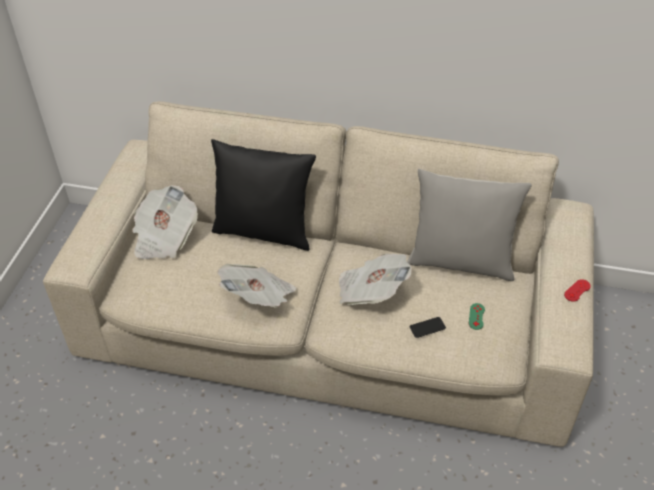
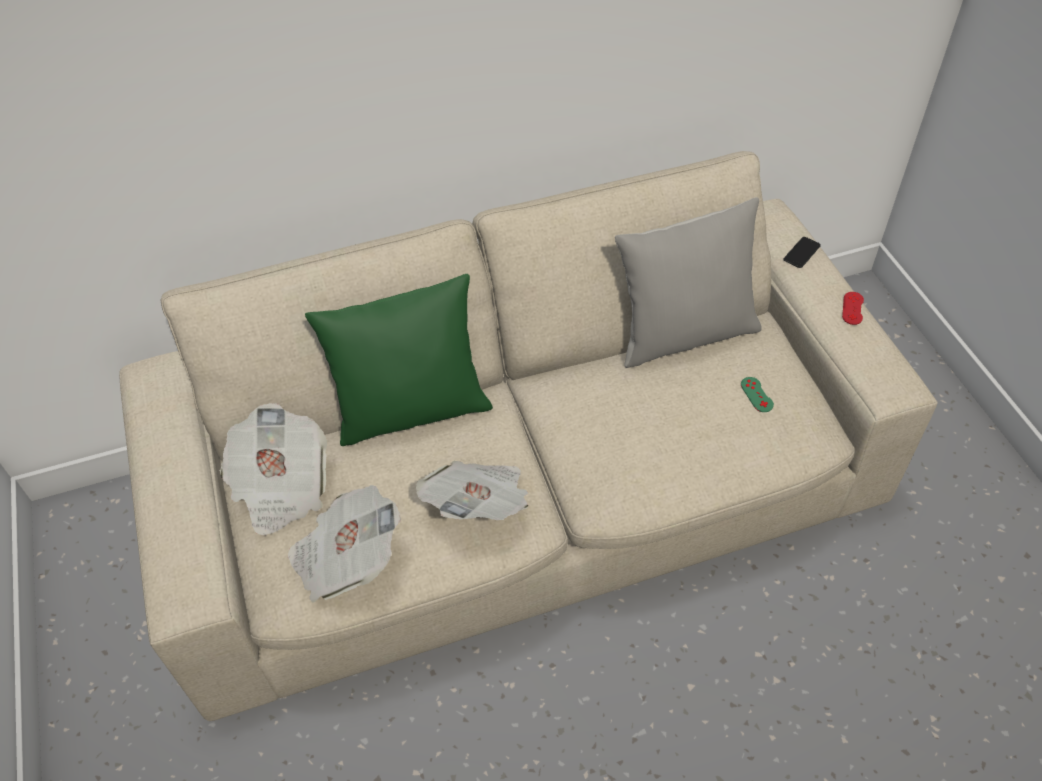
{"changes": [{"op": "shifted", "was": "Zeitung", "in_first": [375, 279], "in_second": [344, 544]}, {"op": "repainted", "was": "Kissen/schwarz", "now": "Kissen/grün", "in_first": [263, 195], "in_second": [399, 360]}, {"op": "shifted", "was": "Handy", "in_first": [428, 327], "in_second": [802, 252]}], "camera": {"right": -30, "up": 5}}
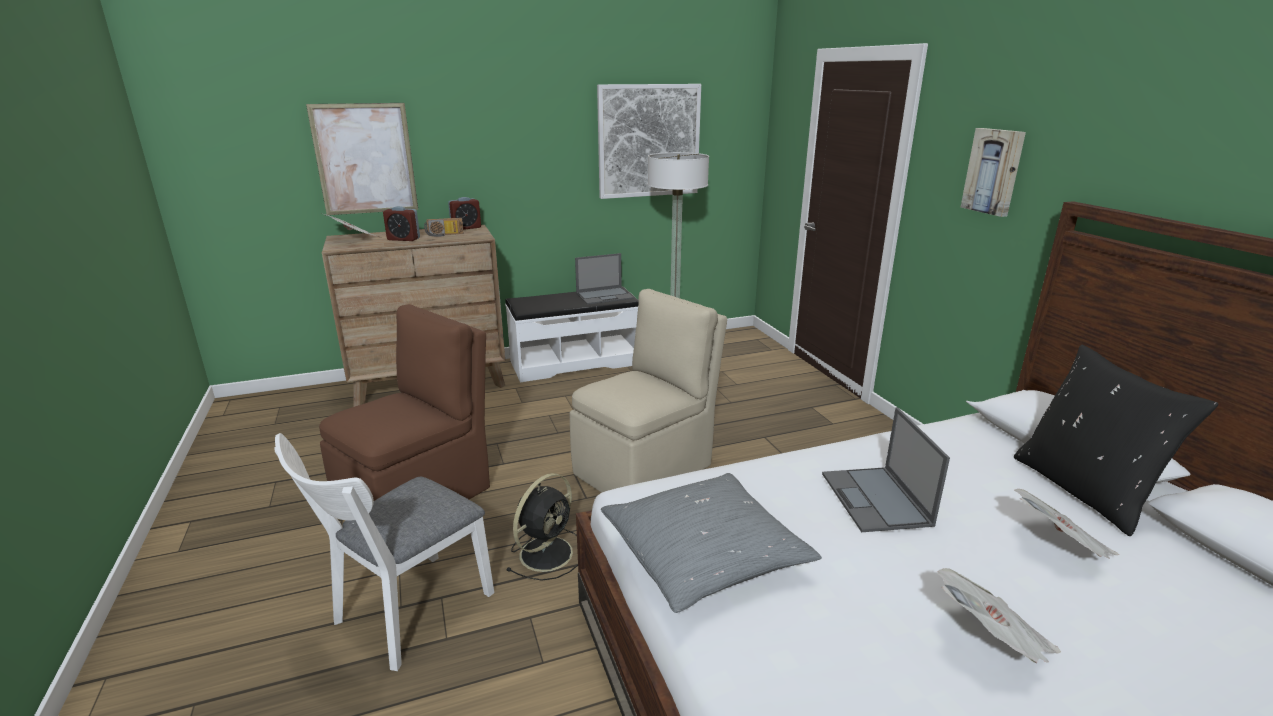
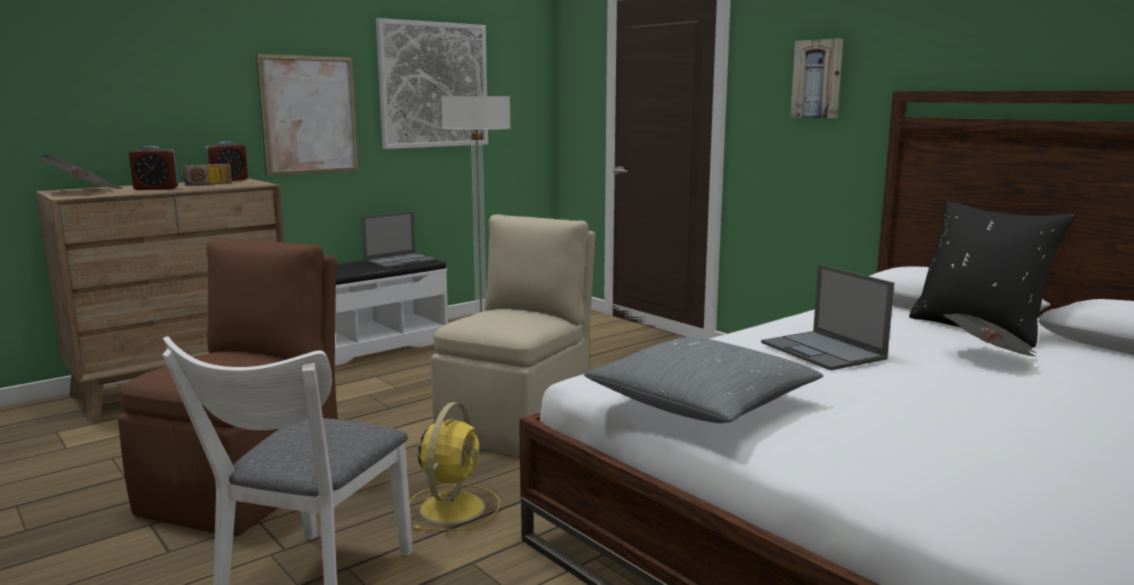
{"changes": [{"op": "shifted", "was": "Bild", "in_first": [362, 159], "in_second": [307, 115]}, {"op": "repainted", "was": "Ventilator/schwarz", "now": "Ventilator/gelb", "in_first": [542, 527], "in_second": [454, 466]}, {"op": "gone", "was": "Zeitung", "in_first": [999, 615]}], "camera": {"right": -20, "up": -10}}
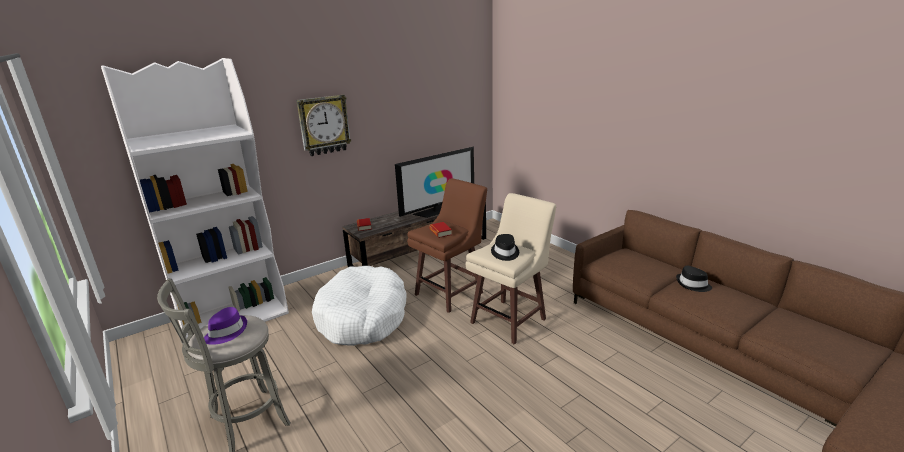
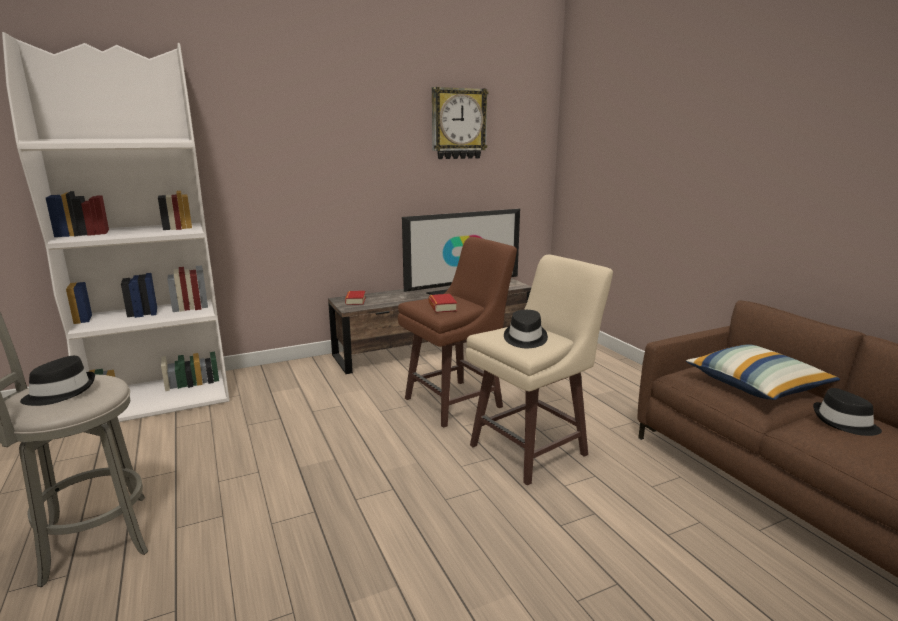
{"changes": [{"op": "repainted", "was": "Hut/lila", "now": "Hut/schwarz", "in_first": [225, 326], "in_second": [57, 381]}, {"op": "shifted", "was": "Wanduhr", "in_first": [323, 125], "in_second": [460, 123]}, {"op": "new", "now": "Kissen", "in_second": [763, 372]}, {"op": "gone", "was": "Hundebett/weiß", "in_first": [359, 306]}], "camera": {"right": 10, "up": -5}}
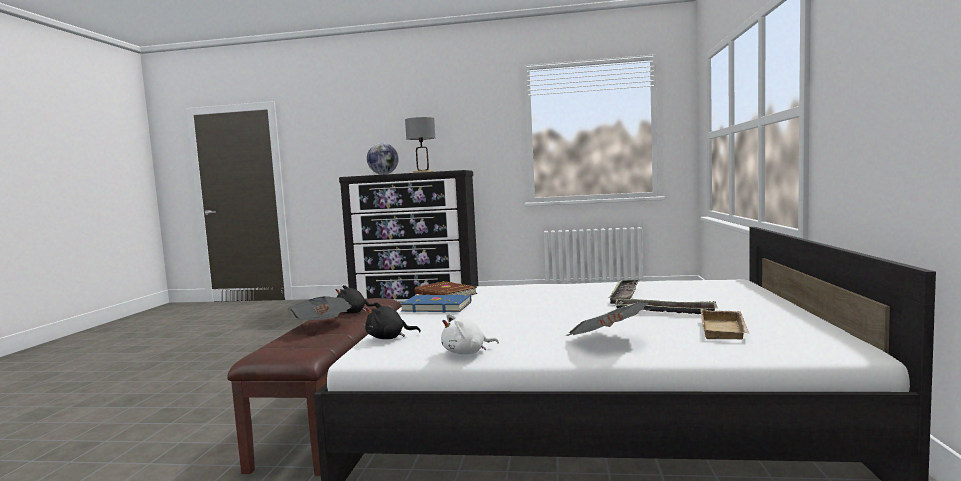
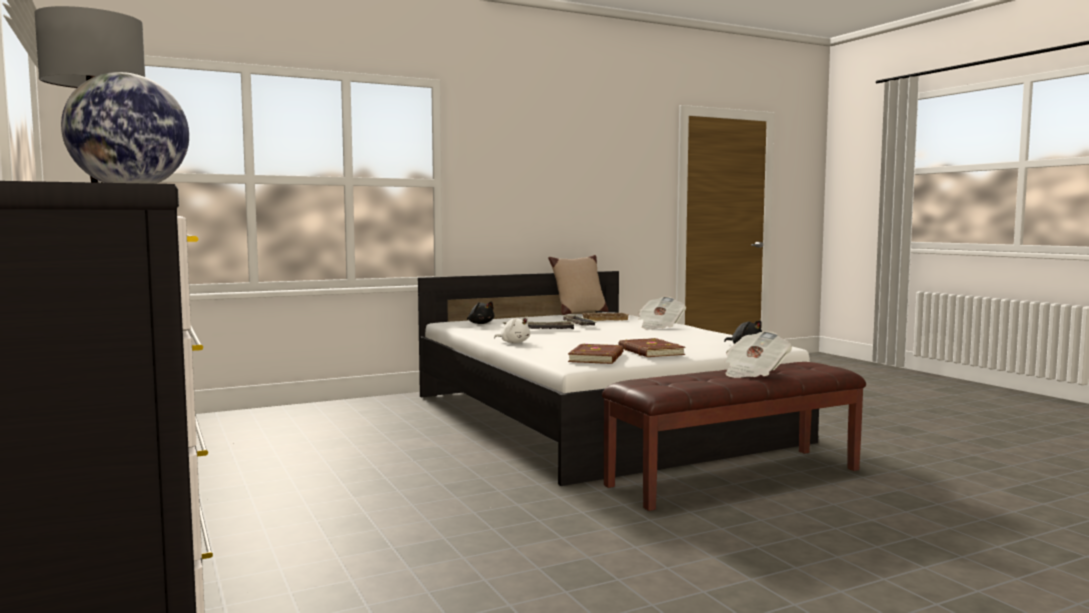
{"changes": [{"op": "shifted", "was": "Plüschtier/schwarz", "in_first": [355, 299], "in_second": [481, 313]}, {"op": "shifted", "was": "Plüschtier/weiß", "in_first": [470, 334], "in_second": [512, 330]}, {"op": "new", "now": "Kissen/beige", "in_second": [578, 285]}, {"op": "repainted", "was": "Buch/blau", "now": "Buch/braun", "in_first": [436, 303], "in_second": [651, 347]}], "camera": {"right": -125, "up": 0}}
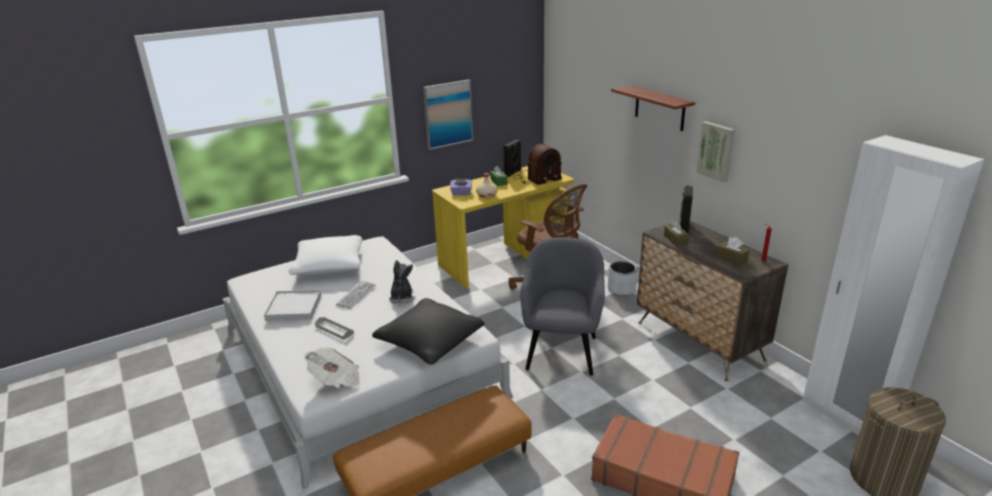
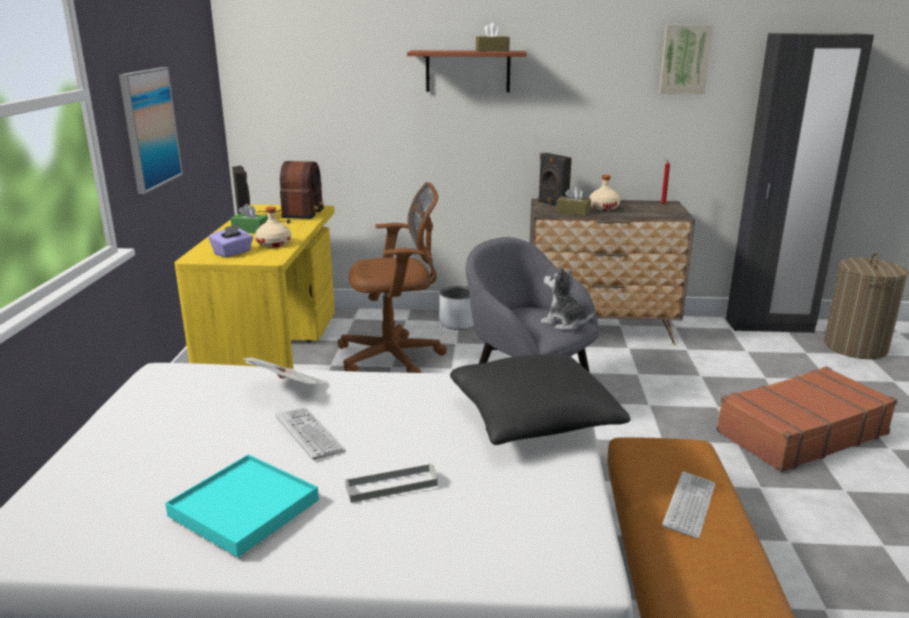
{"changes": [{"op": "repainted", "was": "Tablett/weiß", "now": "Tablett/türkis", "in_first": [292, 305], "in_second": [242, 505]}, {"op": "shifted", "was": "Zeitung", "in_first": [332, 368], "in_second": [284, 371]}, {"op": "shifted", "was": "Taschentuchbox/braun", "in_first": [733, 251], "in_second": [493, 37]}, {"op": "shifted", "was": "Plüschtier", "in_first": [402, 282], "in_second": [568, 298]}, {"op": "new", "now": "Flasche/beige", "in_second": [604, 193]}, {"op": "shifted", "was": "Bild", "in_first": [715, 152], "in_second": [686, 59]}, {"op": "new", "now": "Tastatur", "in_second": [689, 505]}, {"op": "repainted", "was": "Kleiderschrank/weiß", "now": "Kleiderschrank/schwarz", "in_first": [893, 285], "in_second": [800, 183]}, {"op": "gone", "was": "Kissen/weiß", "in_first": [325, 255]}], "camera": {"right": -55, "up": -5}}
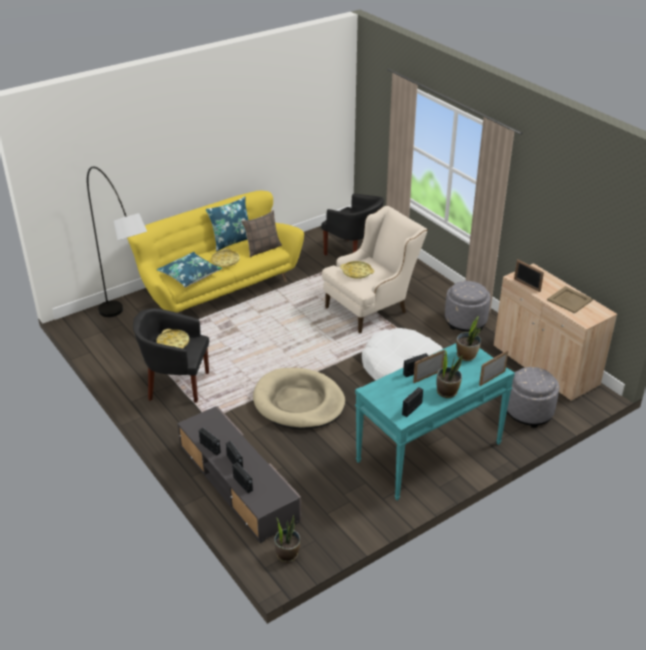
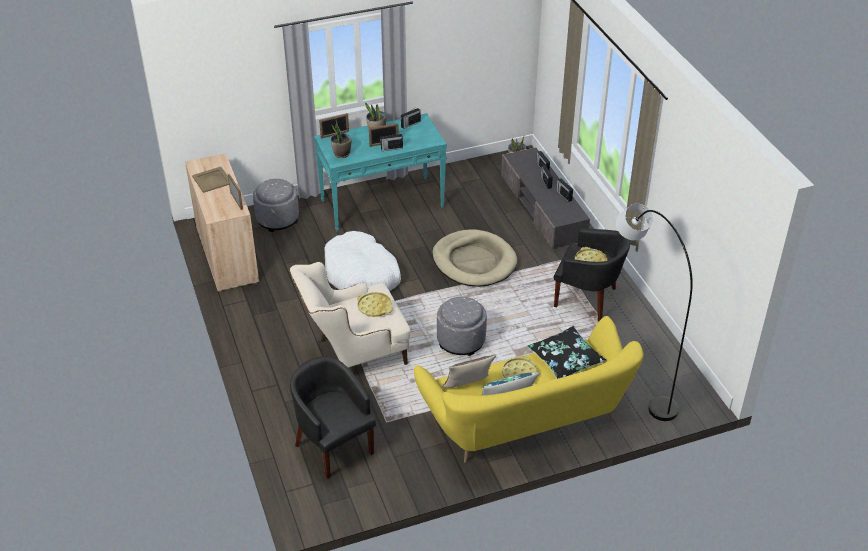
{"changes": [{"op": "shifted", "was": "Polsterhocker/grau", "in_first": [468, 306], "in_second": [462, 326]}, {"op": "repainted", "was": "Kissen/blau", "now": "Kissen/schwarz", "in_first": [190, 269], "in_second": [567, 352]}], "camera": {"right": -165, "up": 5}}
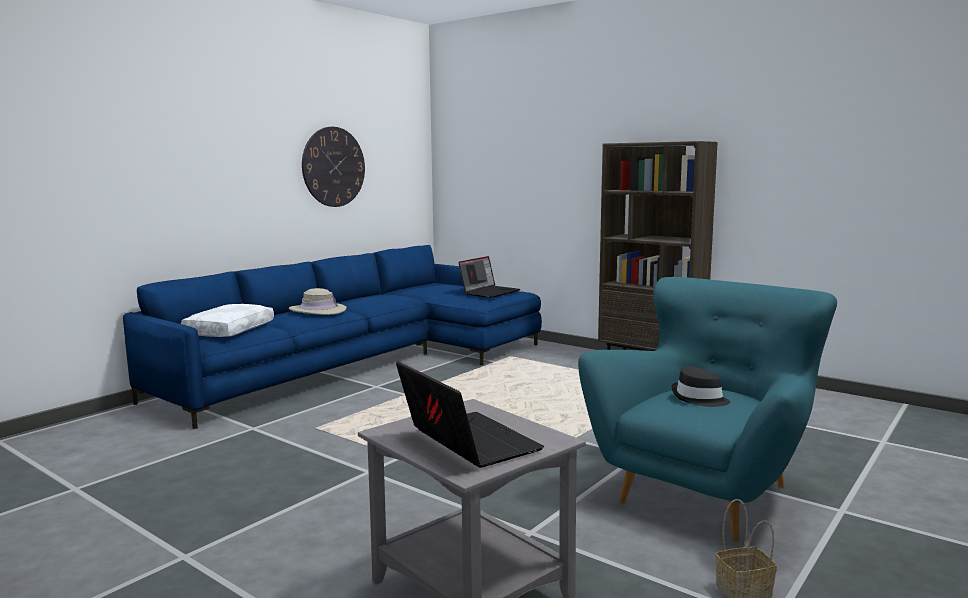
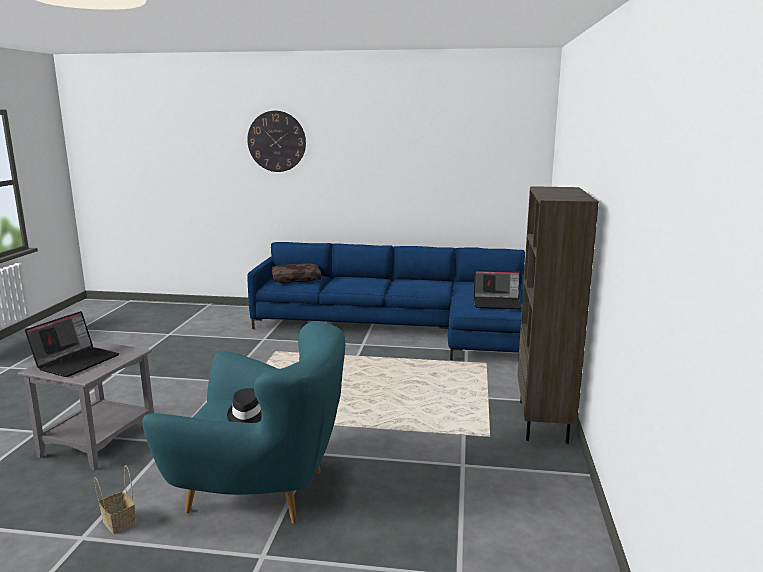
{"changes": [{"op": "shifted", "was": "Wanduhr", "in_first": [333, 167], "in_second": [276, 141]}, {"op": "repainted", "was": "Kissen/weiß", "now": "Kissen/braun", "in_first": [227, 320], "in_second": [297, 273]}, {"op": "gone", "was": "Hut/beige", "in_first": [318, 301]}], "camera": {"right": 60, "up": 5}}
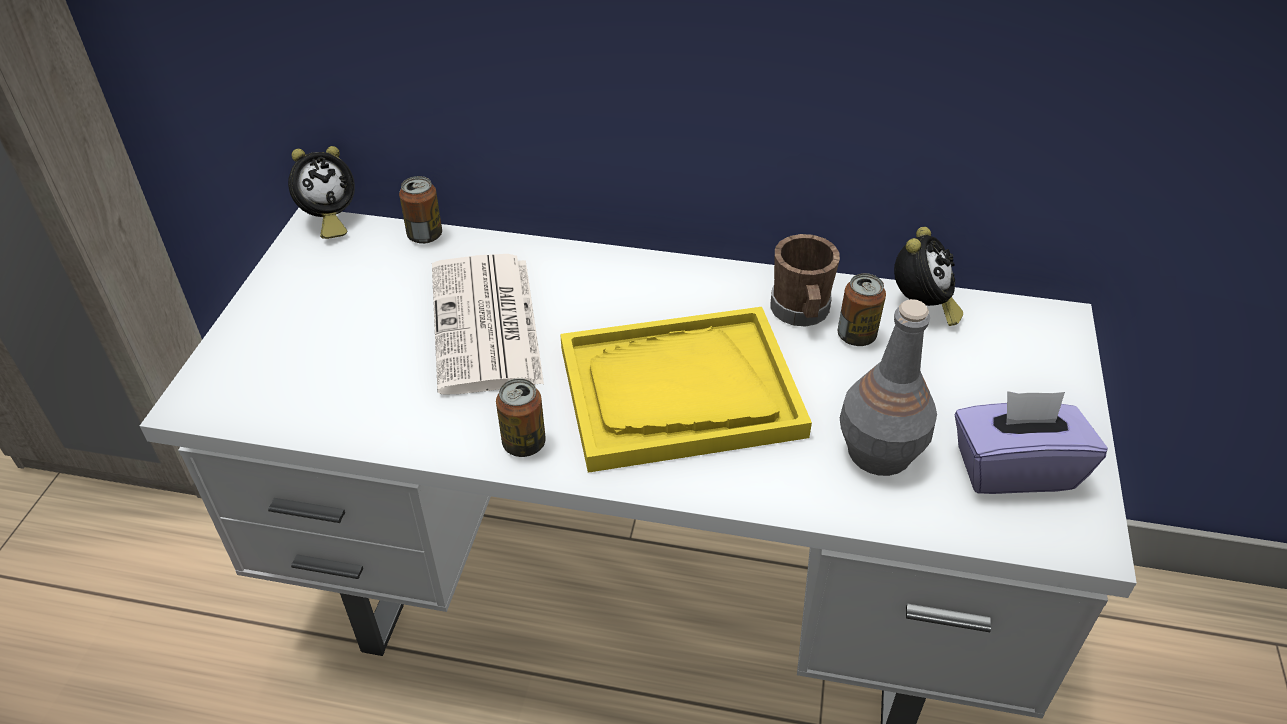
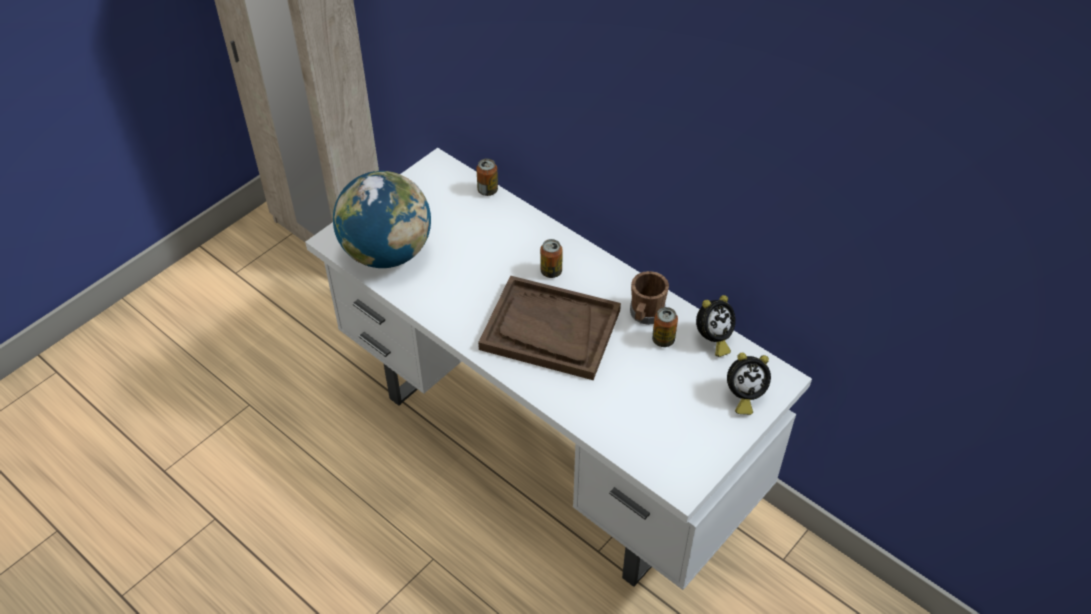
{"changes": [{"op": "new", "now": "Globus", "in_second": [382, 219]}, {"op": "repainted", "was": "Tablett/gelb", "now": "Tablett/braun", "in_first": [686, 390], "in_second": [549, 328]}, {"op": "shifted", "was": "Dose", "in_first": [521, 417], "in_second": [551, 258]}, {"op": "shifted", "was": "Wecker", "in_first": [321, 192], "in_second": [749, 384]}, {"op": "gone", "was": "Zeitung", "in_first": [488, 324]}, {"op": "gone", "was": "Flasche/grau", "in_first": [888, 387]}, {"op": "gone", "was": "Taschentuchbox/lila", "in_first": [1031, 442]}], "camera": {"right": 30, "up": 5}}
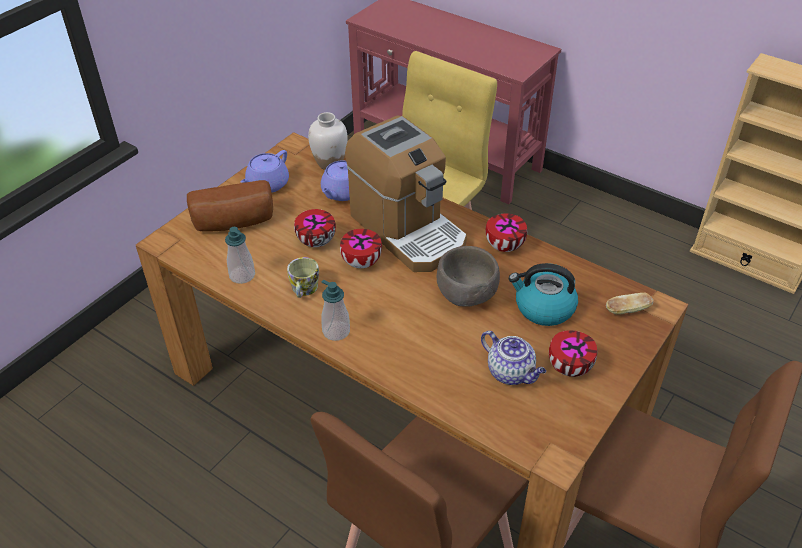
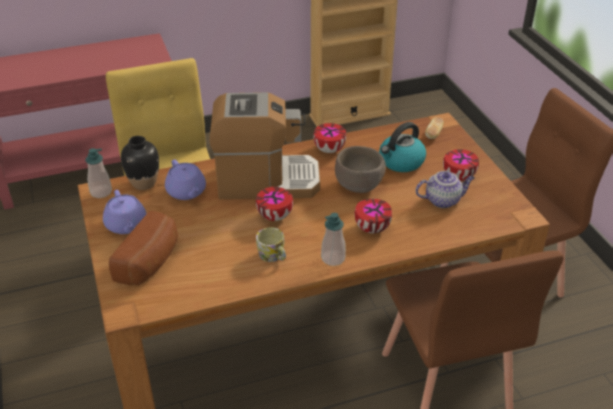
{"changes": [{"op": "shifted", "was": "Seifenspender", "in_first": [240, 255], "in_second": [98, 173]}, {"op": "repainted", "was": "Vase/weiß", "now": "Vase/schwarz", "in_first": [328, 141], "in_second": [140, 163]}, {"op": "shifted", "was": "Schüssel", "in_first": [315, 228], "in_second": [373, 216]}], "camera": {"right": -55, "up": -5}}
